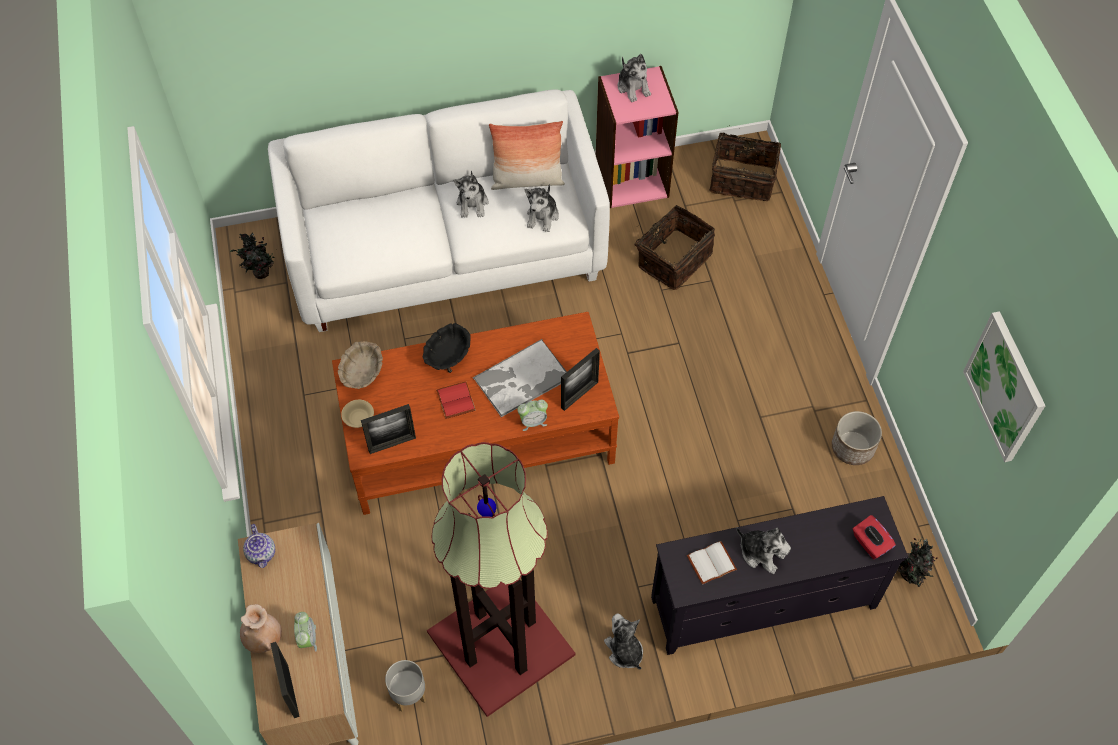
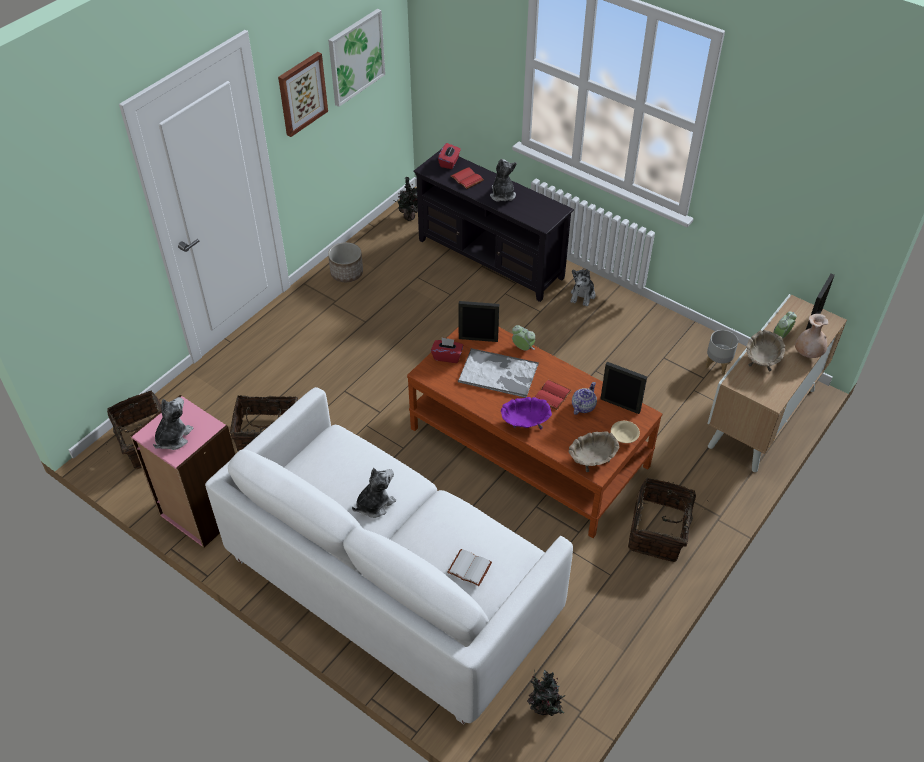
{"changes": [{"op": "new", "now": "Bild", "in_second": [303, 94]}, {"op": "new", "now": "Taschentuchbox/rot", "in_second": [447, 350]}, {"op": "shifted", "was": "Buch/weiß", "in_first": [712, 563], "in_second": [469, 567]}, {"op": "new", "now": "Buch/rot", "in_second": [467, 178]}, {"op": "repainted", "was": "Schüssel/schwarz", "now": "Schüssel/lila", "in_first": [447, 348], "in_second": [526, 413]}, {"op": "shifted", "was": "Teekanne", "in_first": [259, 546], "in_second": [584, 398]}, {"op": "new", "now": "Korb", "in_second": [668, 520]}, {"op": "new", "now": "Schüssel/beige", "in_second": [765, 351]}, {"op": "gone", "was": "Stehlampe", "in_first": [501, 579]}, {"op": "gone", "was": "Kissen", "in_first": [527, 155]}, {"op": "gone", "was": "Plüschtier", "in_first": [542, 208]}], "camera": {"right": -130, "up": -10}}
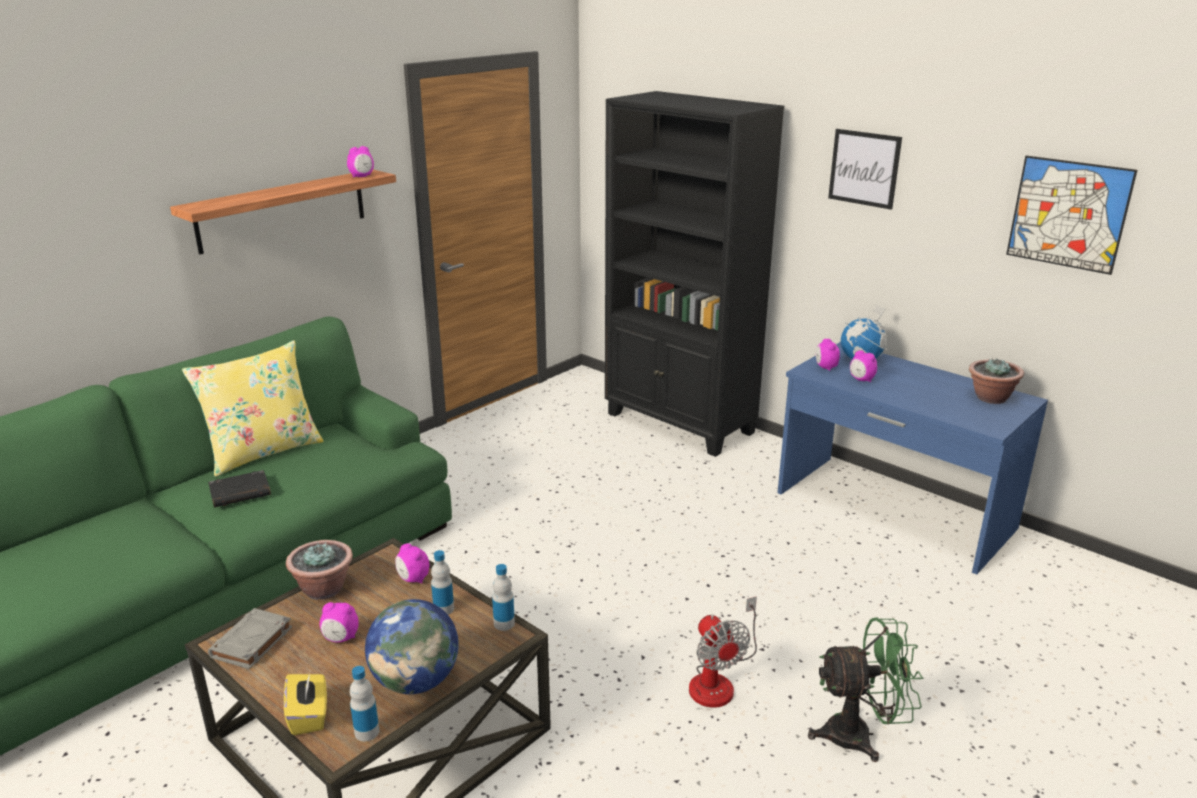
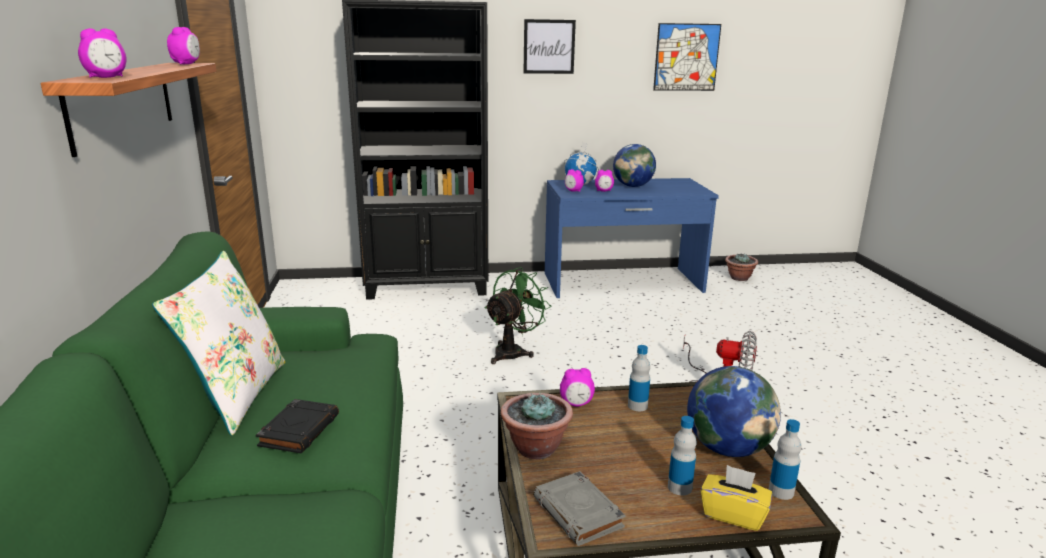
{"changes": [{"op": "shifted", "was": "Wecker", "in_first": [339, 622], "in_second": [102, 53]}, {"op": "repainted", "was": "Kissen/gelb", "now": "Kissen/weiß", "in_first": [252, 408], "in_second": [218, 343]}, {"op": "shifted", "was": "Ventilator/grün", "in_first": [865, 689], "in_second": [518, 315]}, {"op": "new", "now": "Globus", "in_second": [634, 165]}, {"op": "shifted", "was": "Flasche", "in_first": [503, 597], "in_second": [682, 456]}, {"op": "shifted", "was": "Topfpflanze", "in_first": [996, 381], "in_second": [741, 267]}], "camera": {"right": -50, "up": -5}}
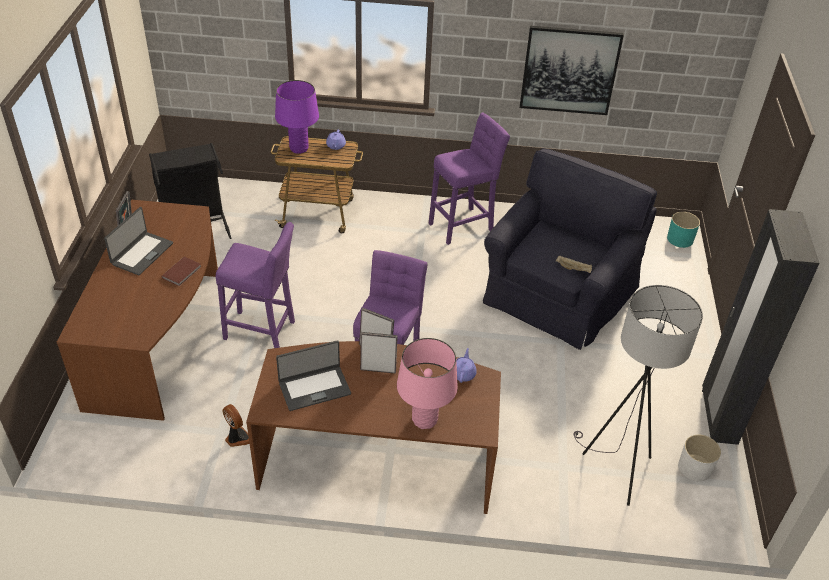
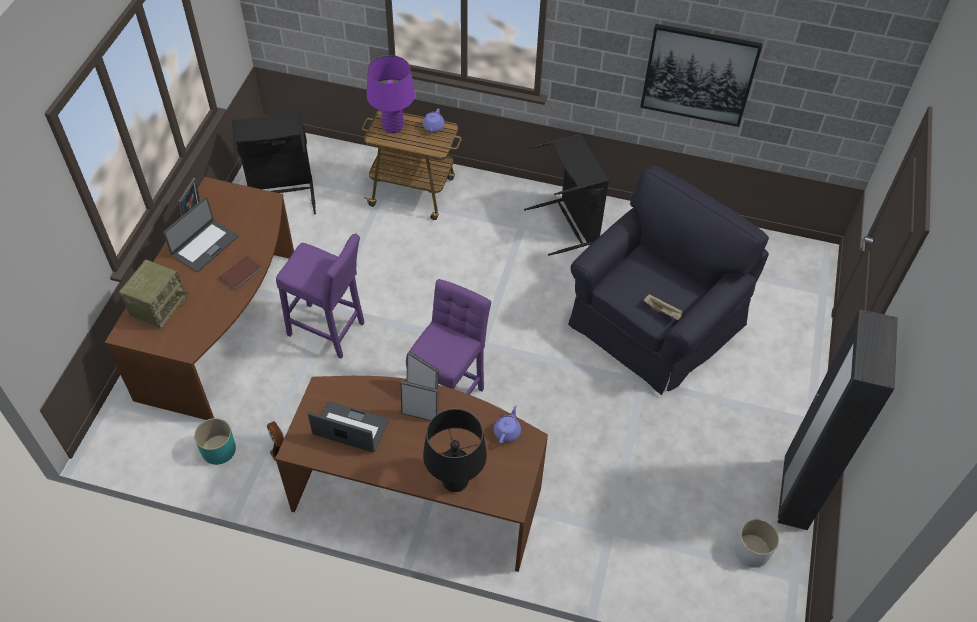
{"changes": [{"op": "new", "now": "Radio", "in_second": [153, 294]}, {"op": "shifted", "was": "Pflanzkübel/türkis", "in_first": [683, 230], "in_second": [215, 441]}, {"op": "rotated", "was": "Laptop", "in_first": [313, 375], "in_second": [348, 426], "clockwise": -150}, {"op": "repainted", "was": "Tischlampe/rosa", "now": "Tischlampe/schwarz", "in_first": [427, 383], "in_second": [455, 450]}, {"op": "swapped", "was": "Hocker/lila", "now": "Wäschekorb/schwarz", "in_first": [469, 178], "in_second": [566, 194]}, {"op": "gone", "was": "Stehlampe/grau", "in_first": [638, 395]}], "camera": {"right": 10, "up": 10}}
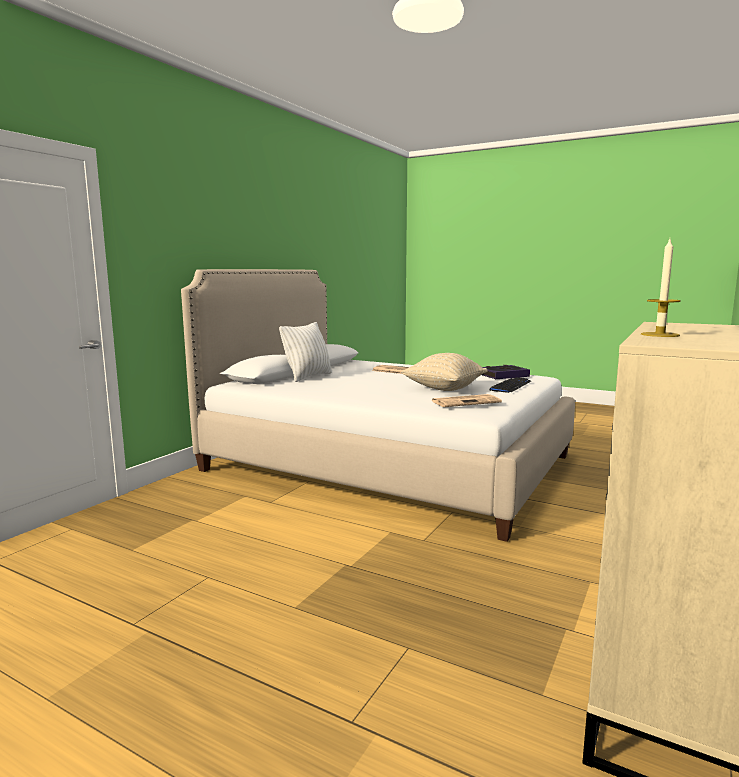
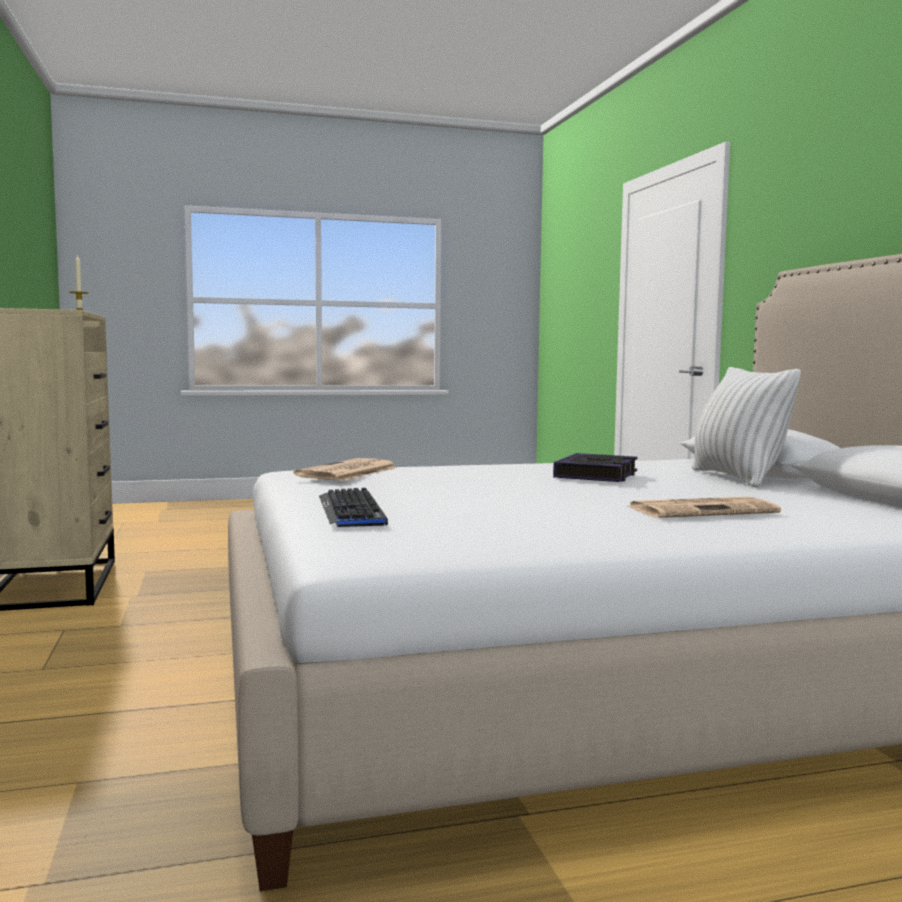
{"changes": [{"op": "shifted", "was": "Buch", "in_first": [506, 372], "in_second": [595, 467]}, {"op": "gone", "was": "Kissen/beige", "in_first": [444, 372]}], "camera": {"right": 135, "up": -5}}
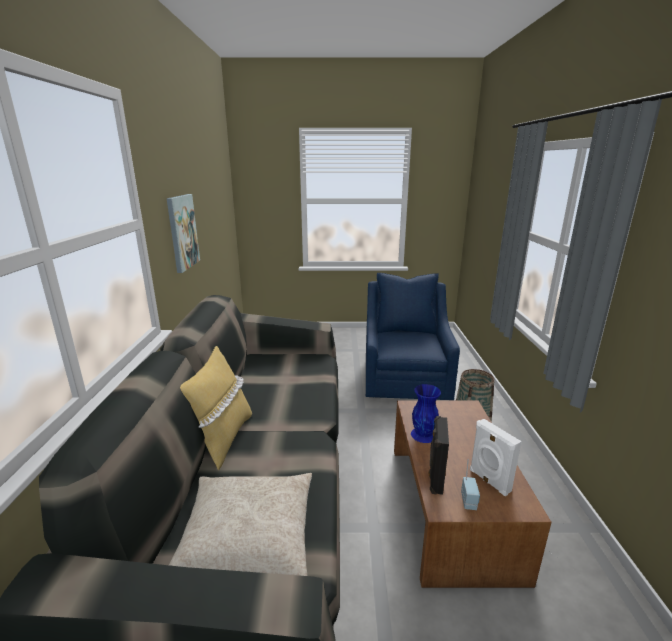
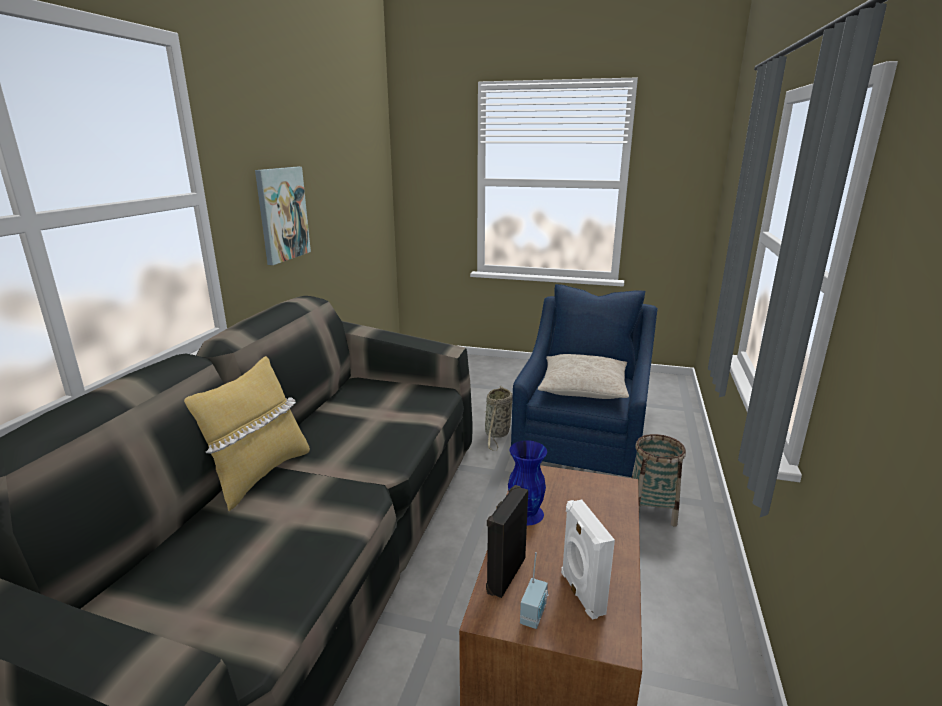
{"changes": [{"op": "new", "now": "Korb", "in_second": [499, 418]}, {"op": "shifted", "was": "Kissen/beige", "in_first": [240, 524], "in_second": [583, 376]}], "camera": {"right": 15, "up": 0}}
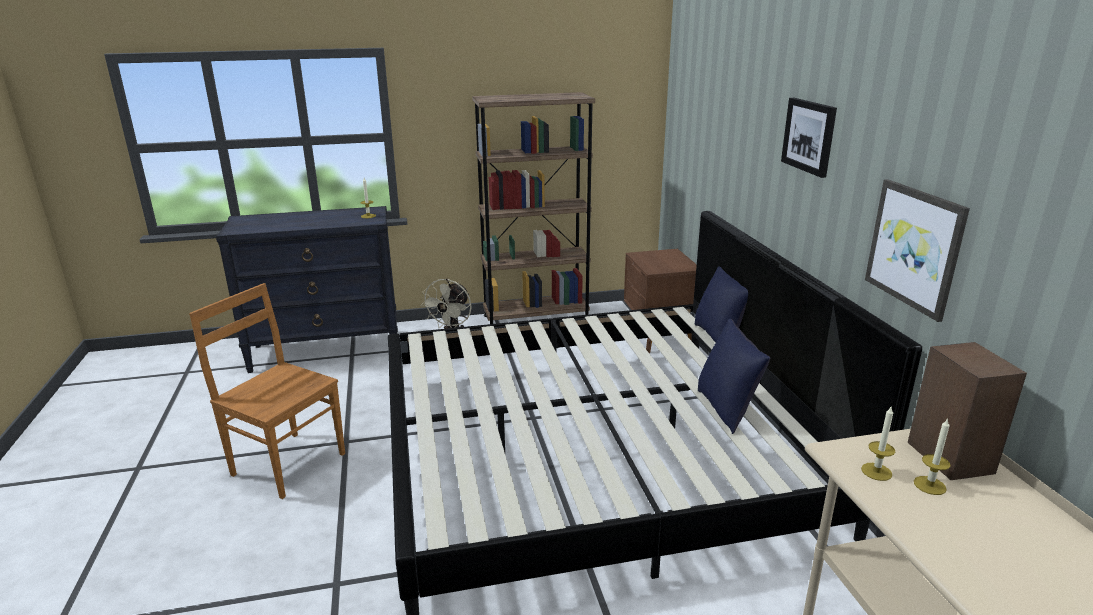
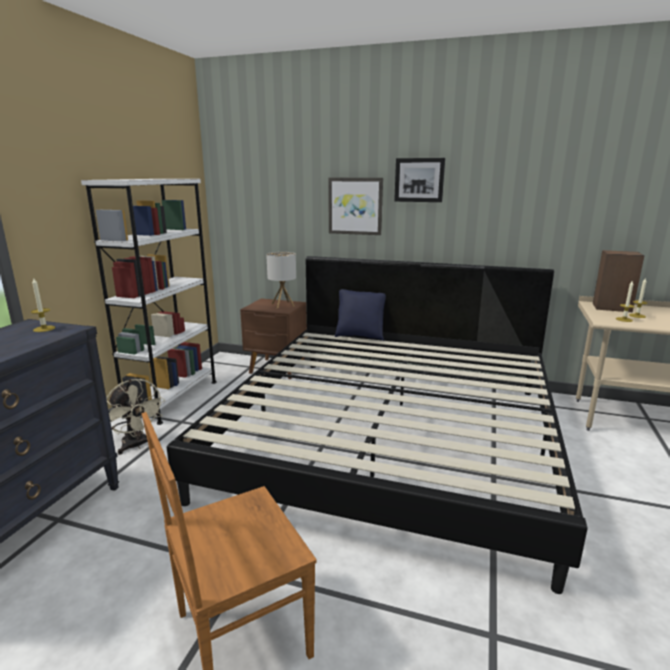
{"changes": [{"op": "repainted", "was": "Bücherregal/braun", "now": "Bücherregal/weiß", "in_first": [533, 208], "in_second": [149, 302]}, {"op": "new", "now": "Tischlampe", "in_second": [281, 280]}, {"op": "shifted", "was": "Bild", "in_first": [917, 250], "in_second": [355, 206]}, {"op": "gone", "was": "Kissen/blau", "in_first": [734, 376]}], "camera": {"right": -60, "up": -5}}
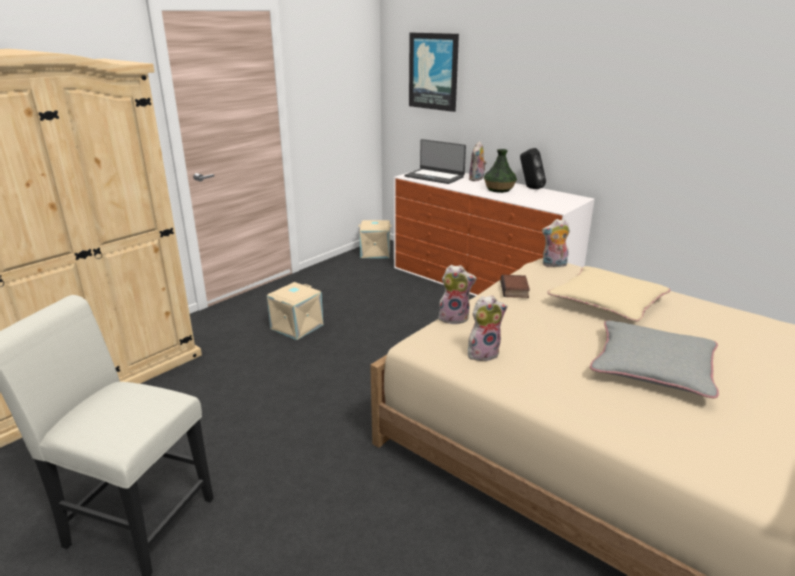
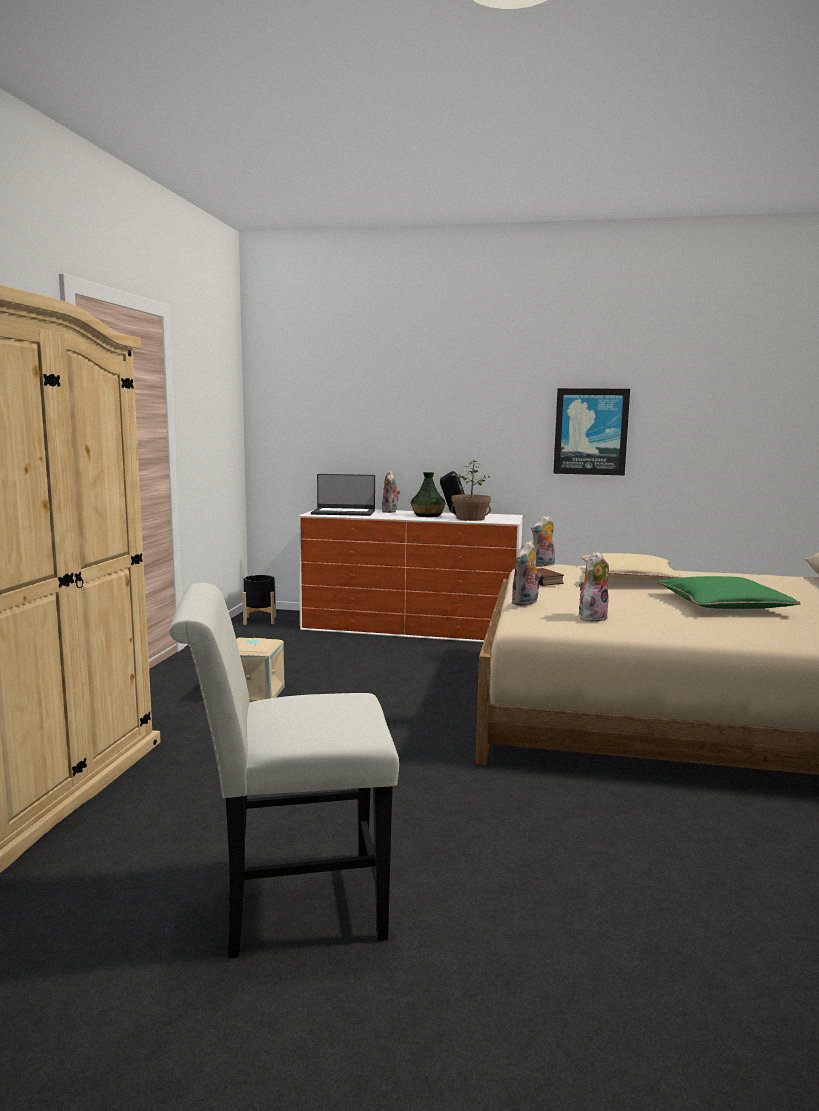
{"changes": [{"op": "swapped", "was": "Aufbewahrungsbox/beige", "now": "Pflanzkübel/schwarz", "in_first": [375, 239], "in_second": [259, 600]}, {"op": "new", "now": "Topfpflanze", "in_second": [471, 491]}, {"op": "rotated", "was": "Plüschtier", "in_first": [458, 294], "in_second": [526, 573], "clockwise": 150}, {"op": "shifted", "was": "Bild", "in_first": [434, 72], "in_second": [591, 431]}, {"op": "repainted", "was": "Kissen/grau", "now": "Kissen/grün", "in_first": [654, 359], "in_second": [729, 592]}], "camera": {"right": -30, "up": -15}}
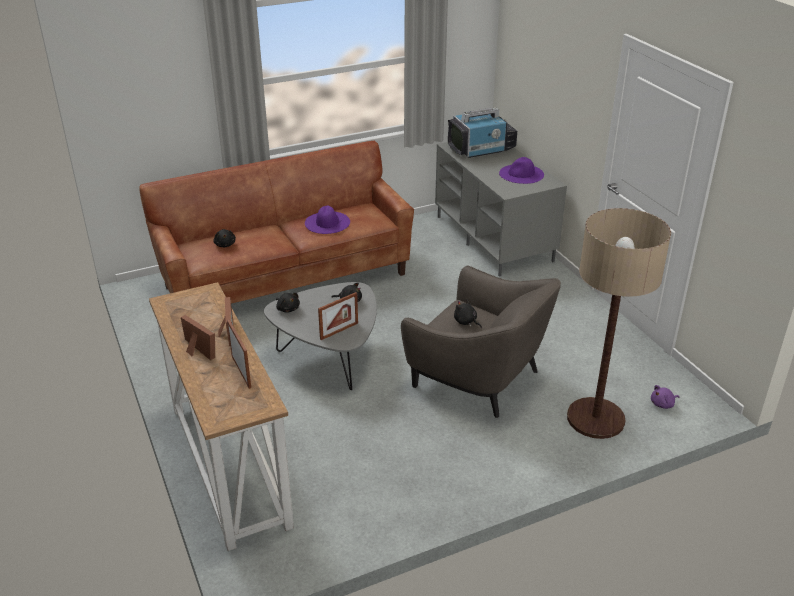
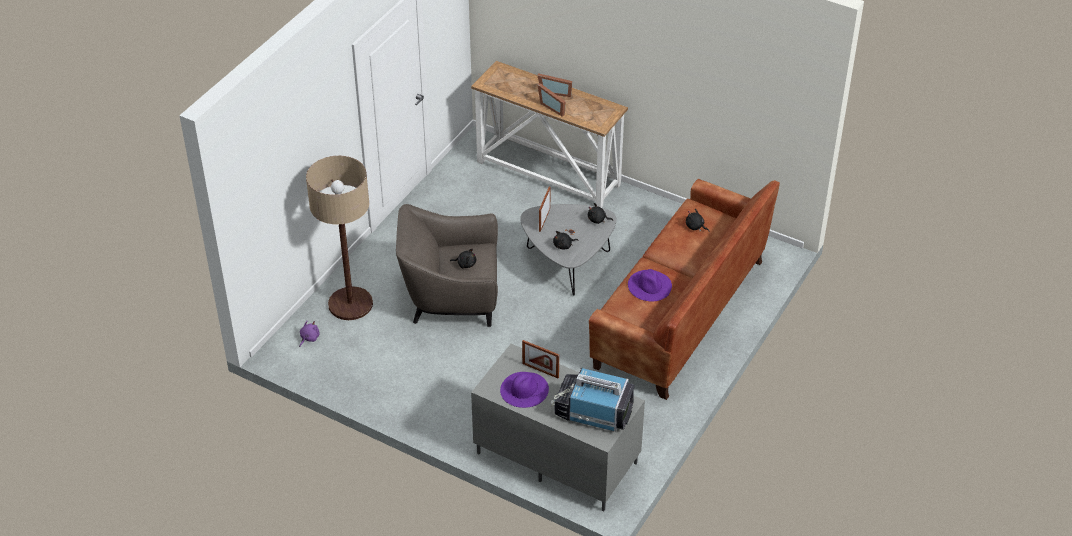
{"changes": [{"op": "shifted", "was": "Bilderrahmen", "in_first": [239, 354], "in_second": [540, 359]}, {"op": "rotated", "was": "Fernseher", "in_first": [482, 132], "in_second": [593, 399], "clockwise": 75}], "camera": {"right": 145, "up": 10}}
